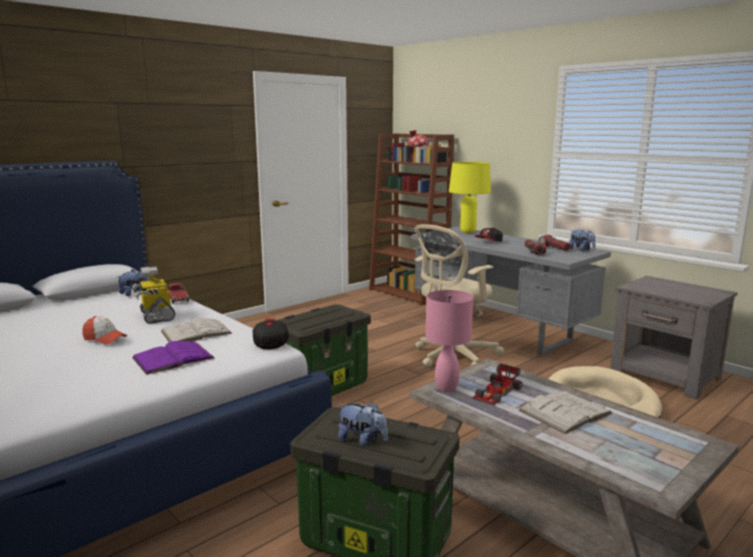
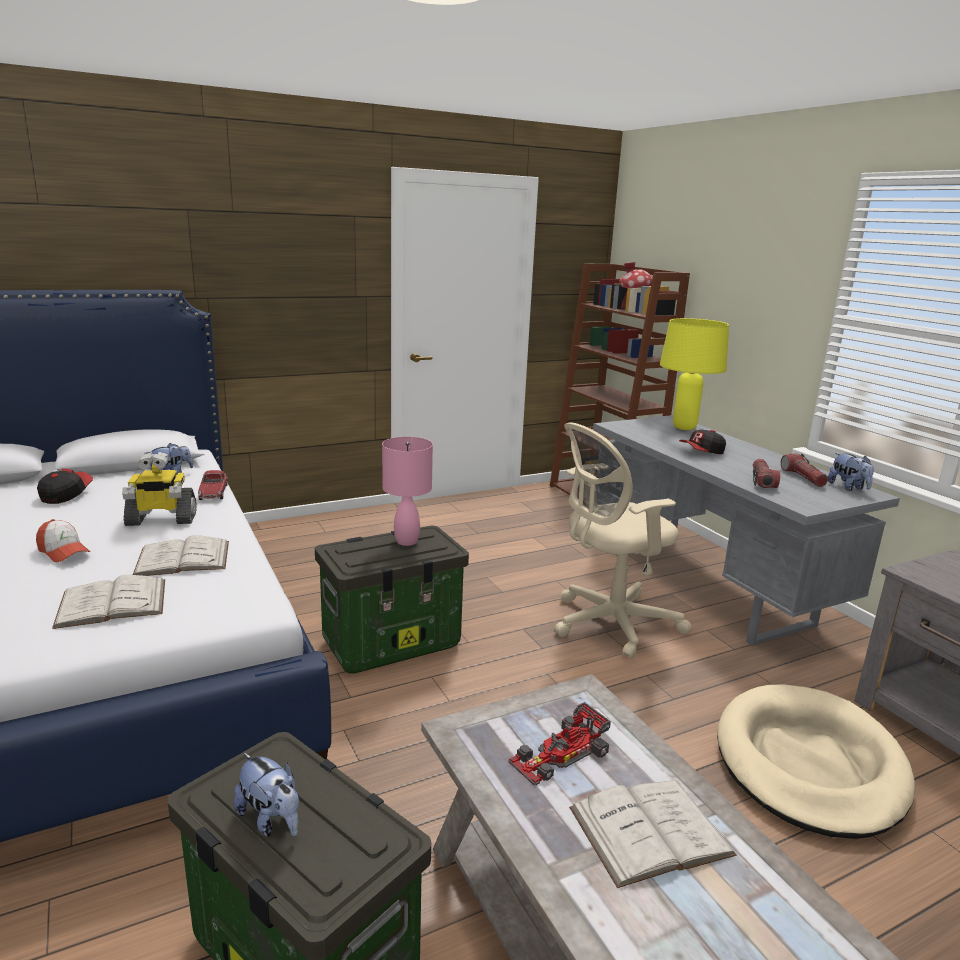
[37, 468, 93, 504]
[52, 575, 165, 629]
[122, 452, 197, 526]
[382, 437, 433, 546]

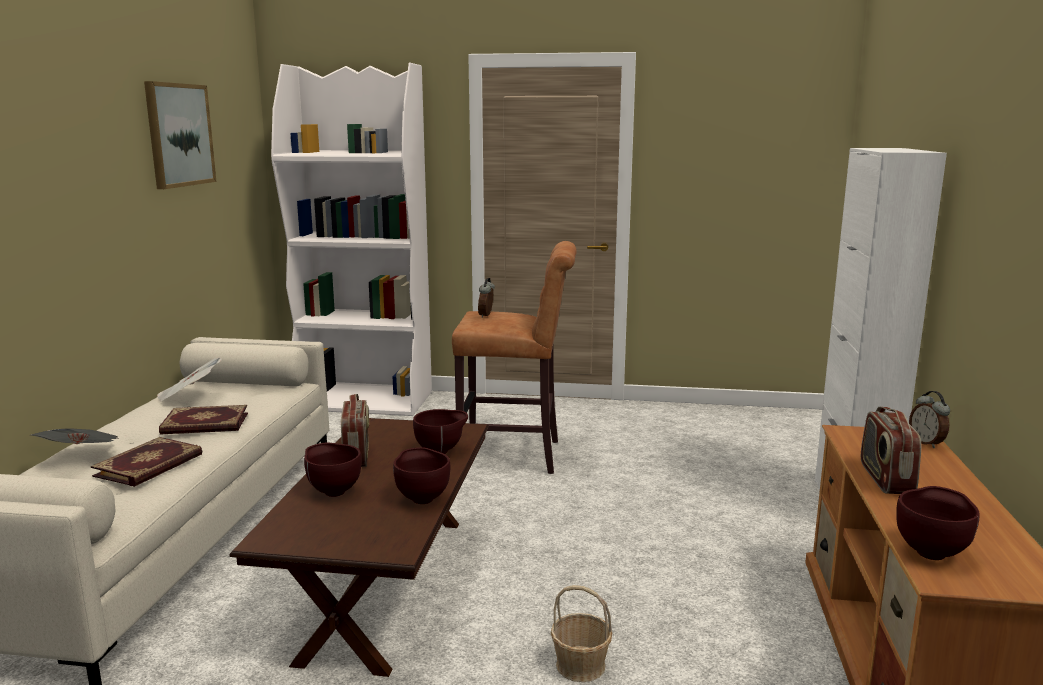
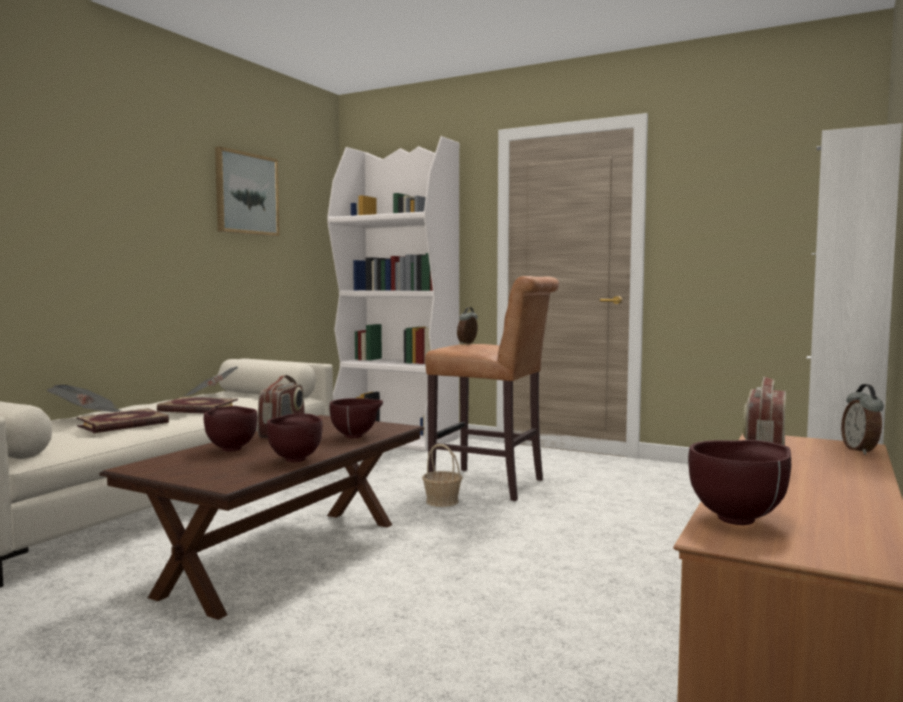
[422, 444, 463, 507]

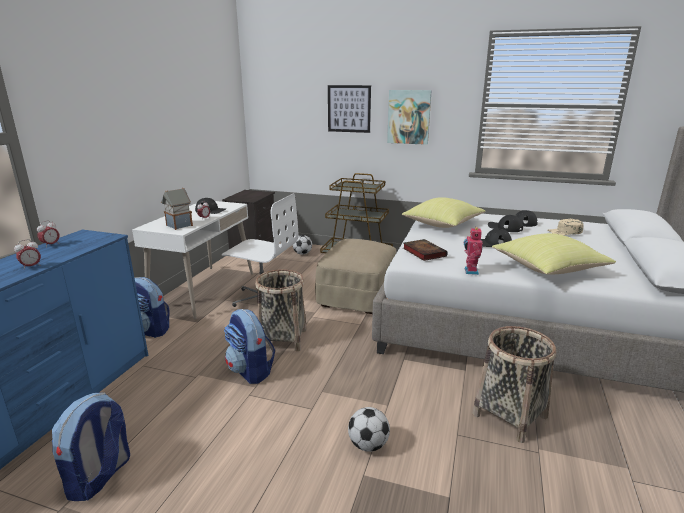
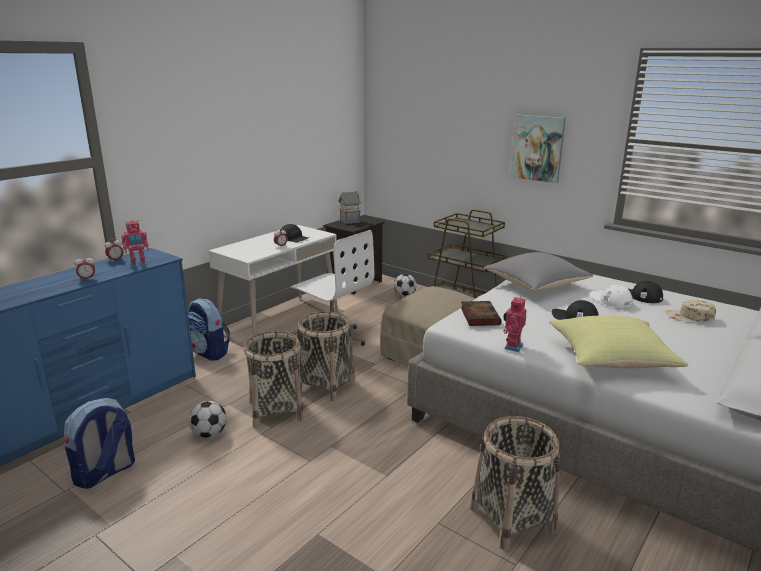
[121, 220, 149, 269]
[189, 401, 226, 438]
[244, 331, 304, 428]
[339, 191, 361, 224]
[484, 252, 593, 290]
[590, 285, 633, 308]
[328, 85, 371, 133] (first image)

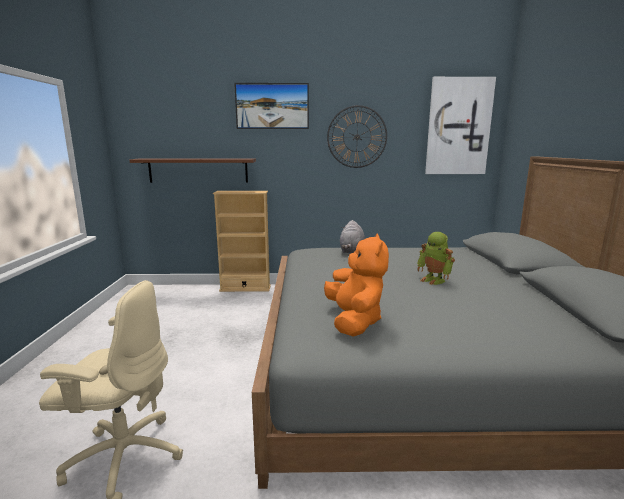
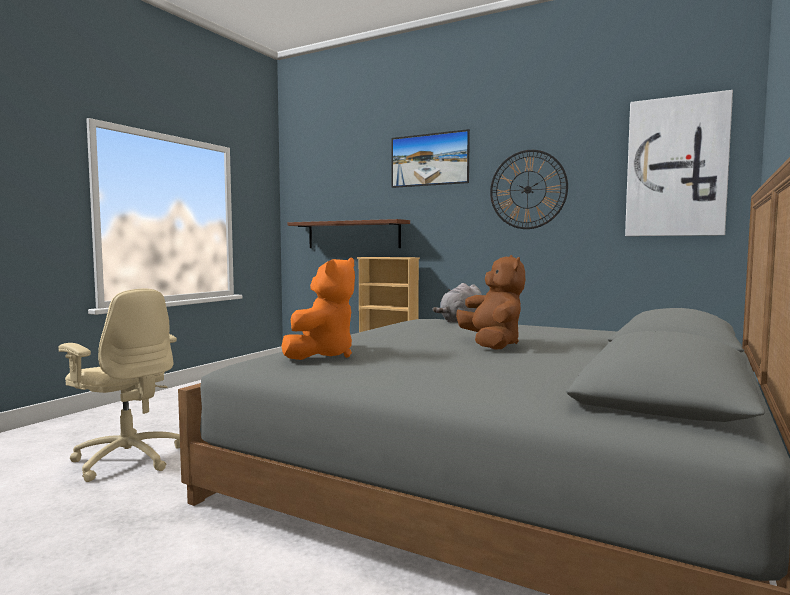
[456, 255, 525, 350]

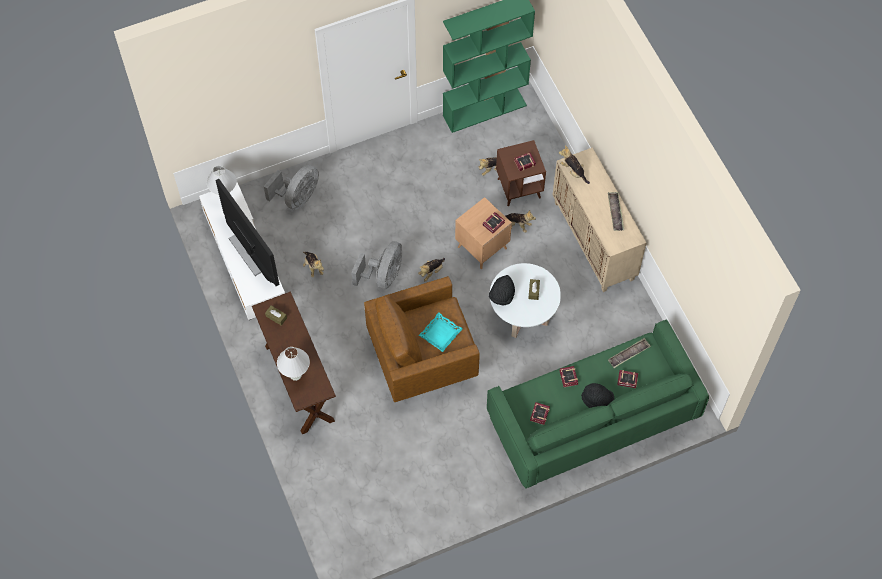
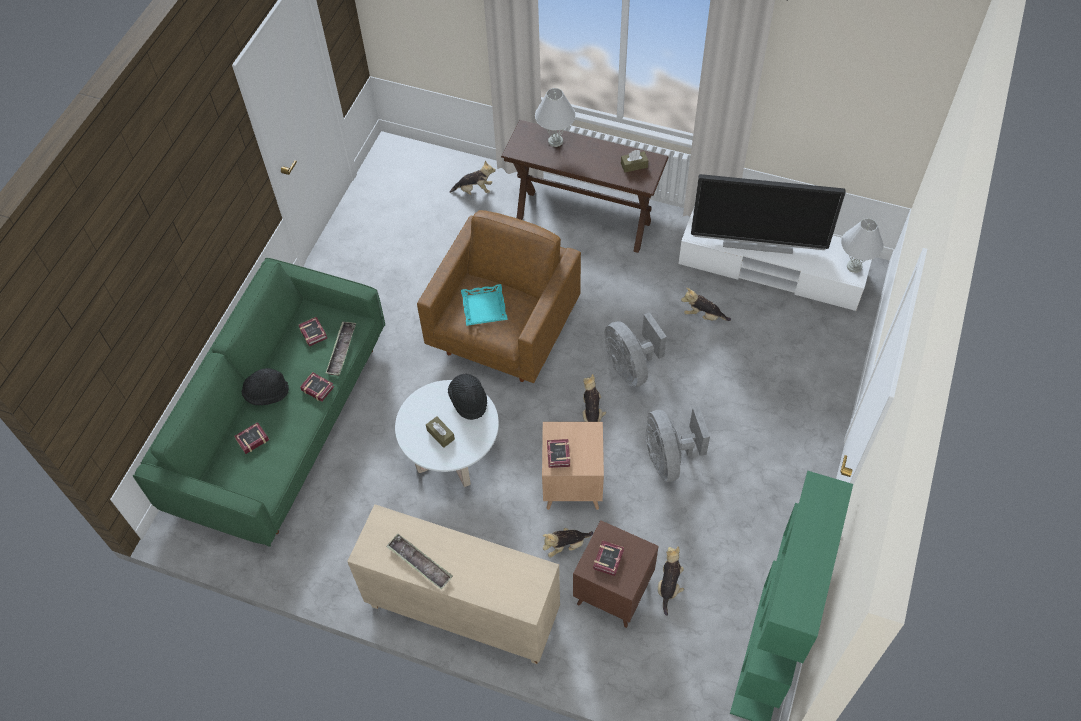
[326, 321, 356, 376]
[450, 160, 496, 195]
[646, 406, 710, 482]

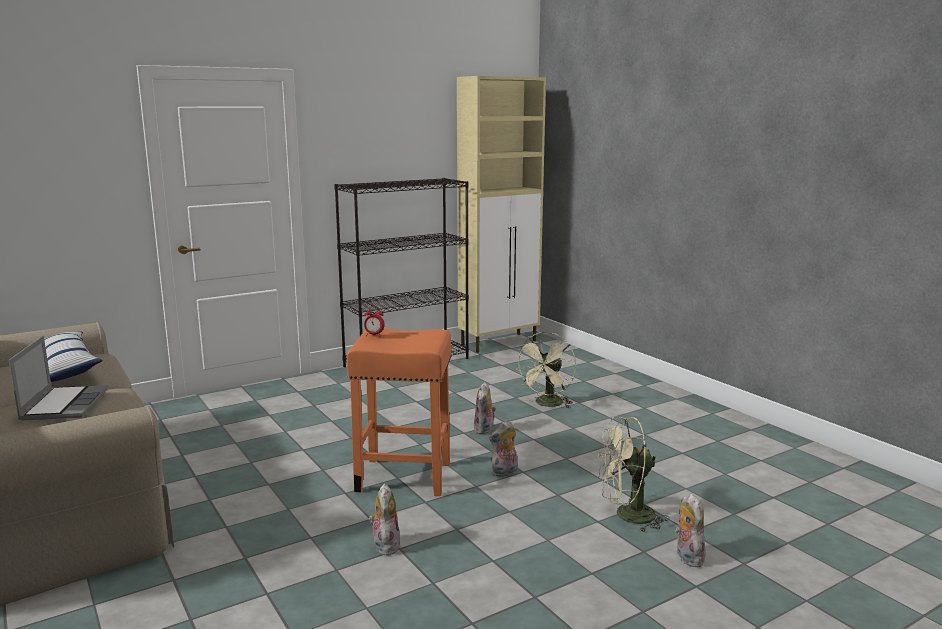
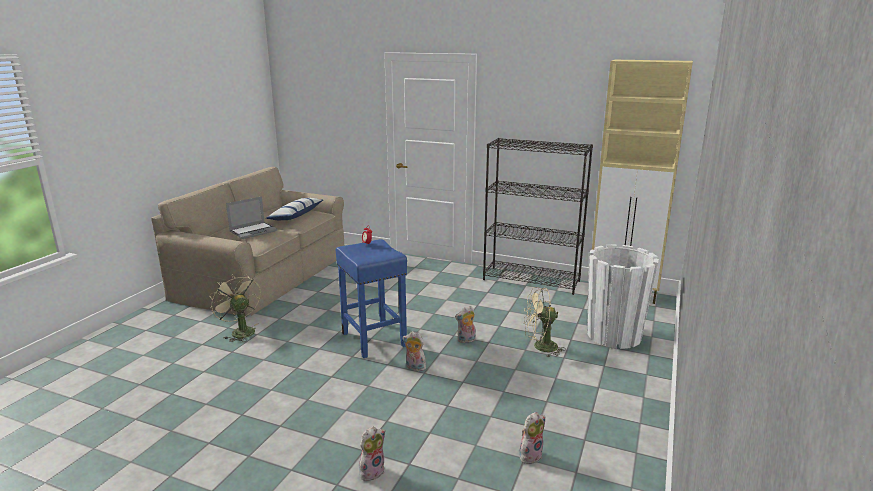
[209, 274, 261, 342]
[336, 239, 407, 358]
[519, 412, 545, 464]
[587, 244, 659, 349]

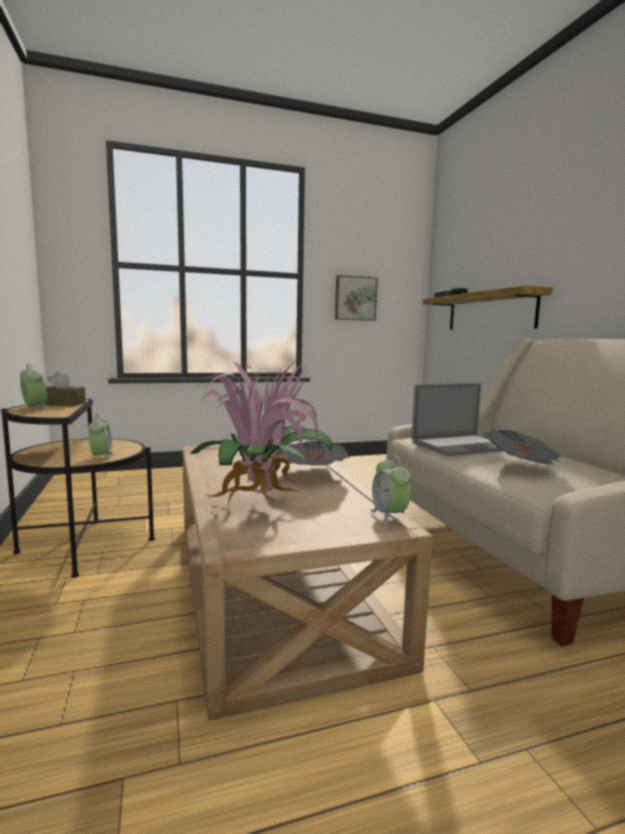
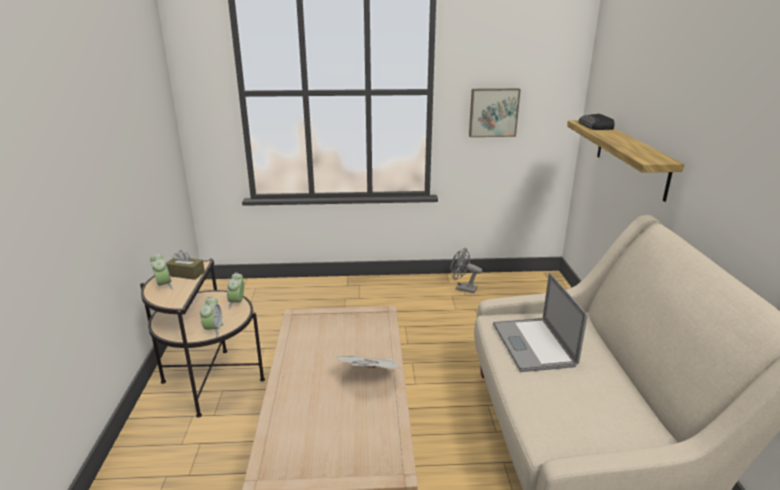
[227, 272, 244, 309]
[450, 248, 482, 293]
[493, 273, 587, 372]
[190, 358, 332, 508] (first image)
[482, 430, 560, 465] (first image)

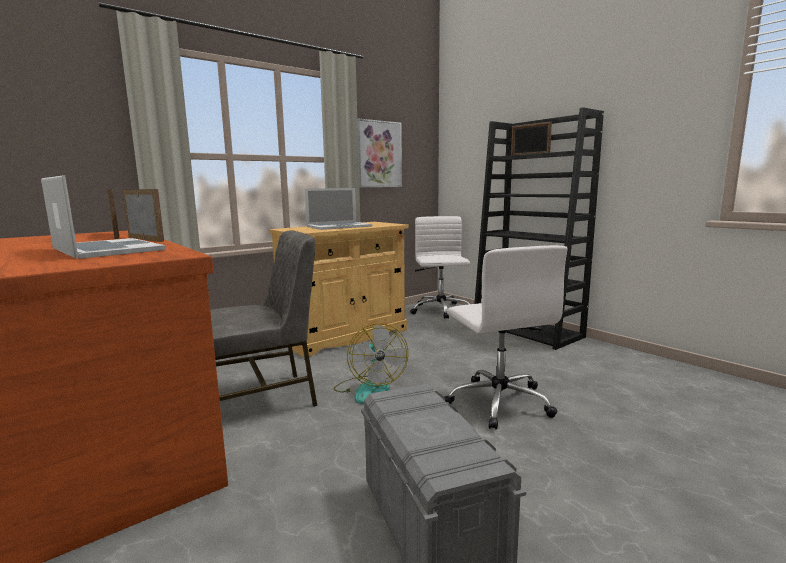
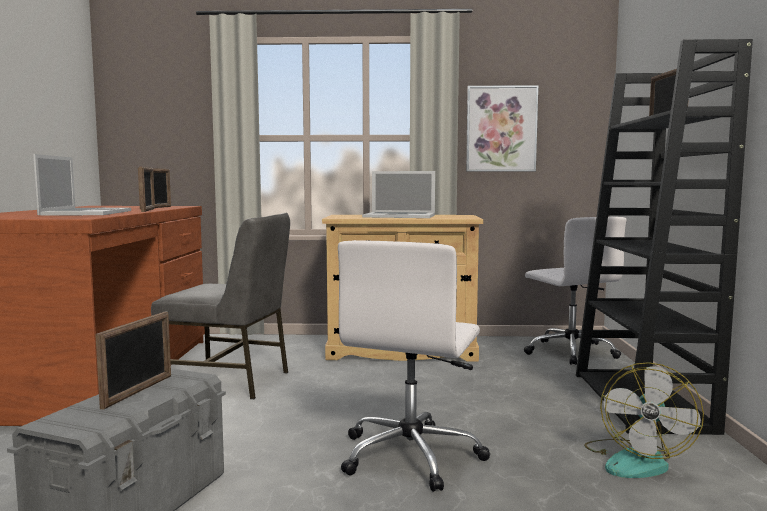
[95, 312, 171, 410]
[524, 217, 627, 365]
[584, 362, 704, 478]

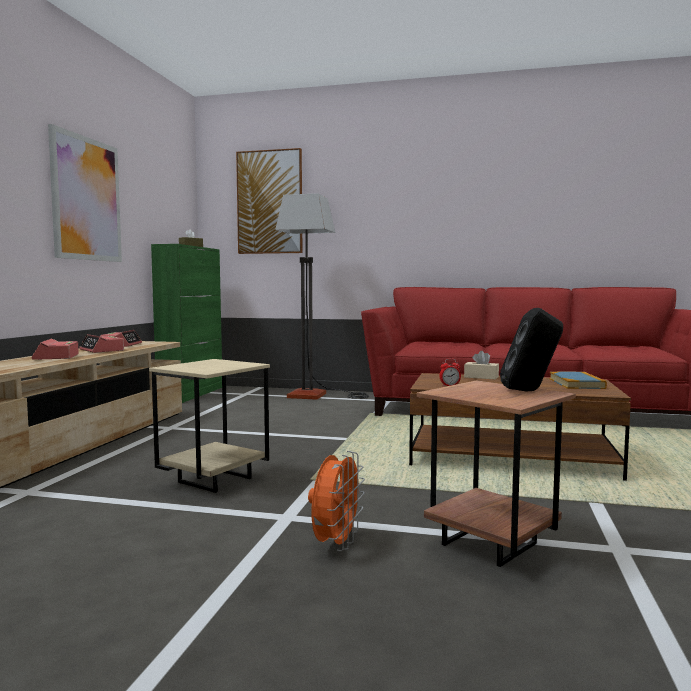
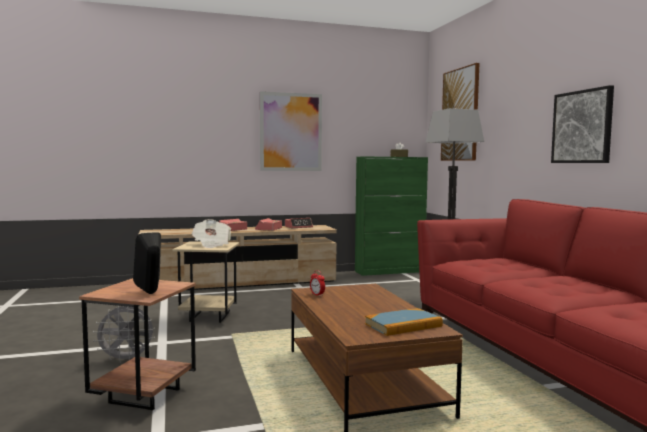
[93, 306, 155, 363]
[191, 219, 231, 248]
[551, 85, 614, 163]
[464, 351, 499, 380] (first image)

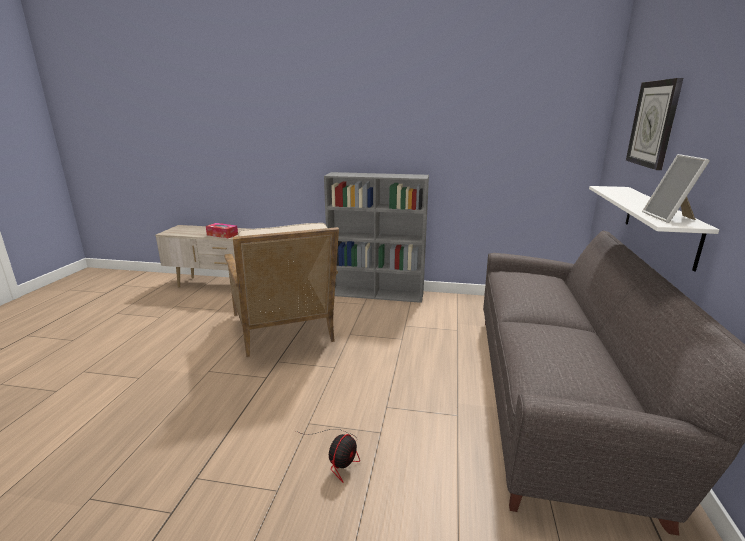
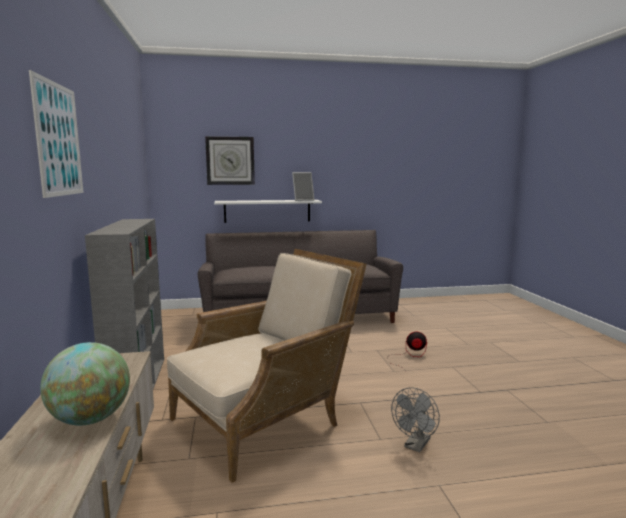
[29, 70, 84, 198]
[40, 342, 130, 425]
[391, 387, 440, 452]

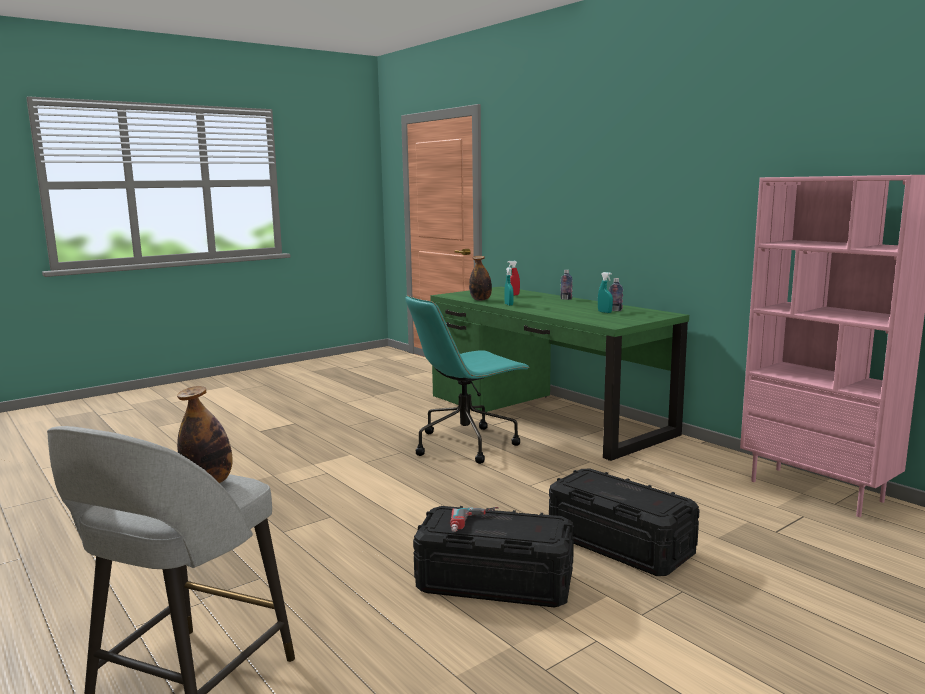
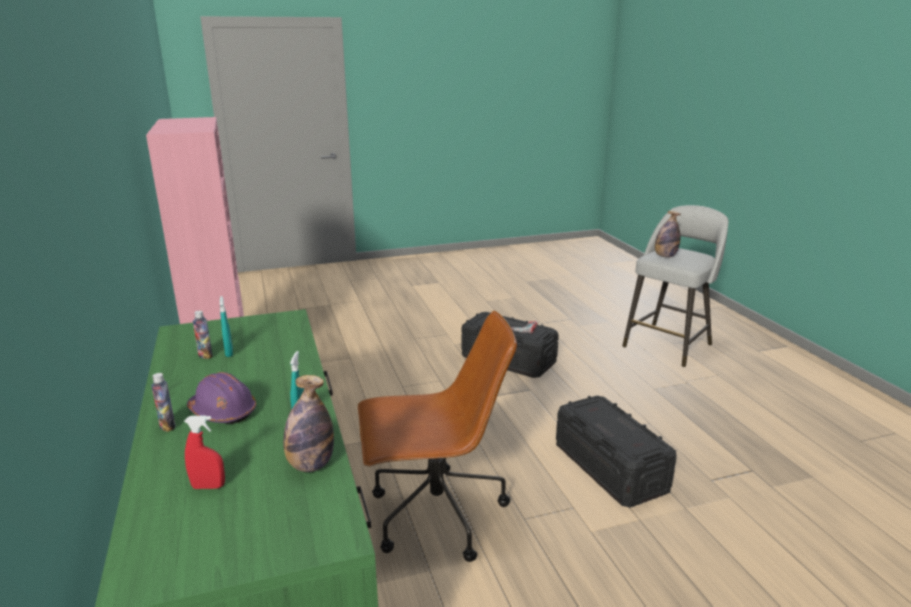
[187, 372, 256, 424]
[358, 311, 517, 562]
[556, 396, 677, 508]

